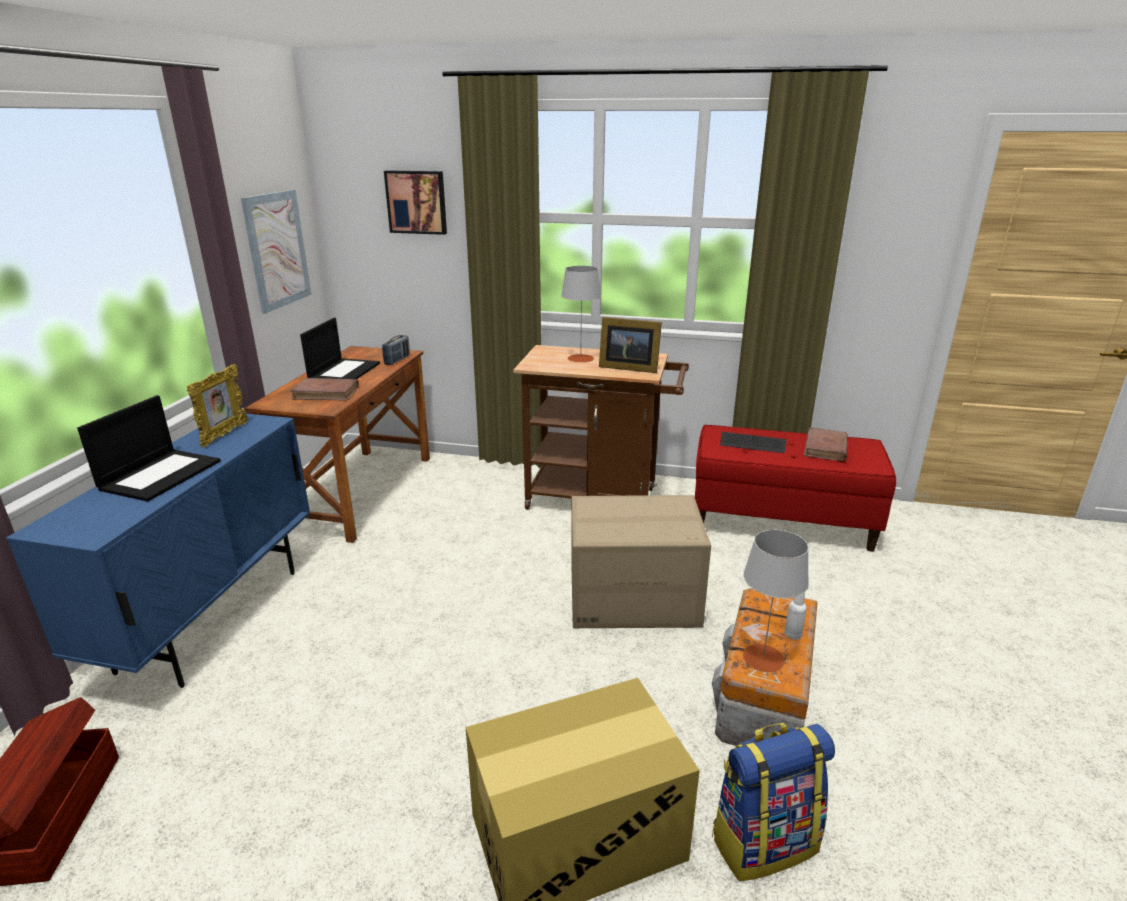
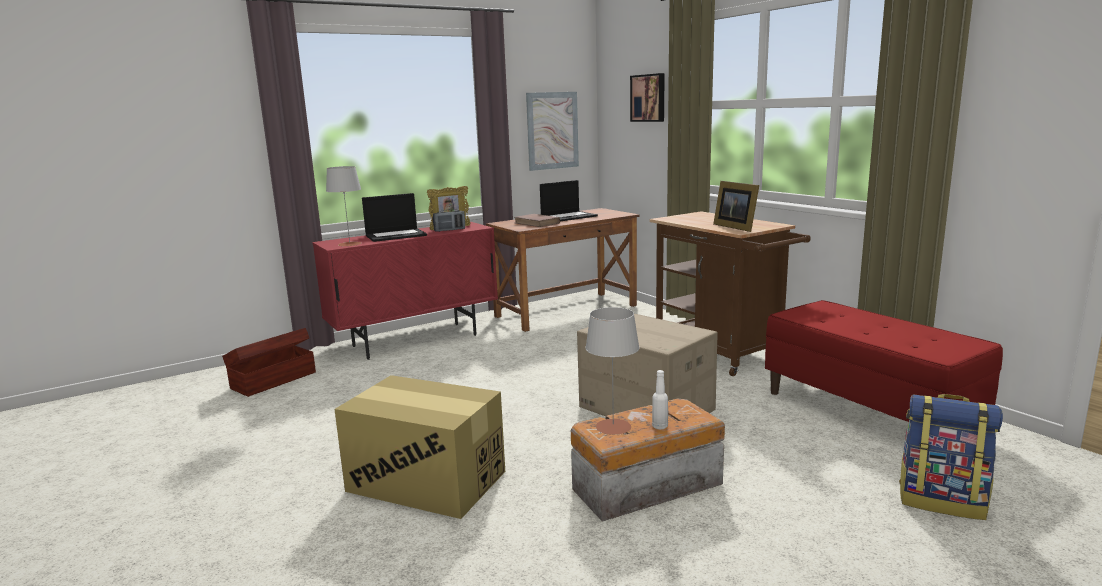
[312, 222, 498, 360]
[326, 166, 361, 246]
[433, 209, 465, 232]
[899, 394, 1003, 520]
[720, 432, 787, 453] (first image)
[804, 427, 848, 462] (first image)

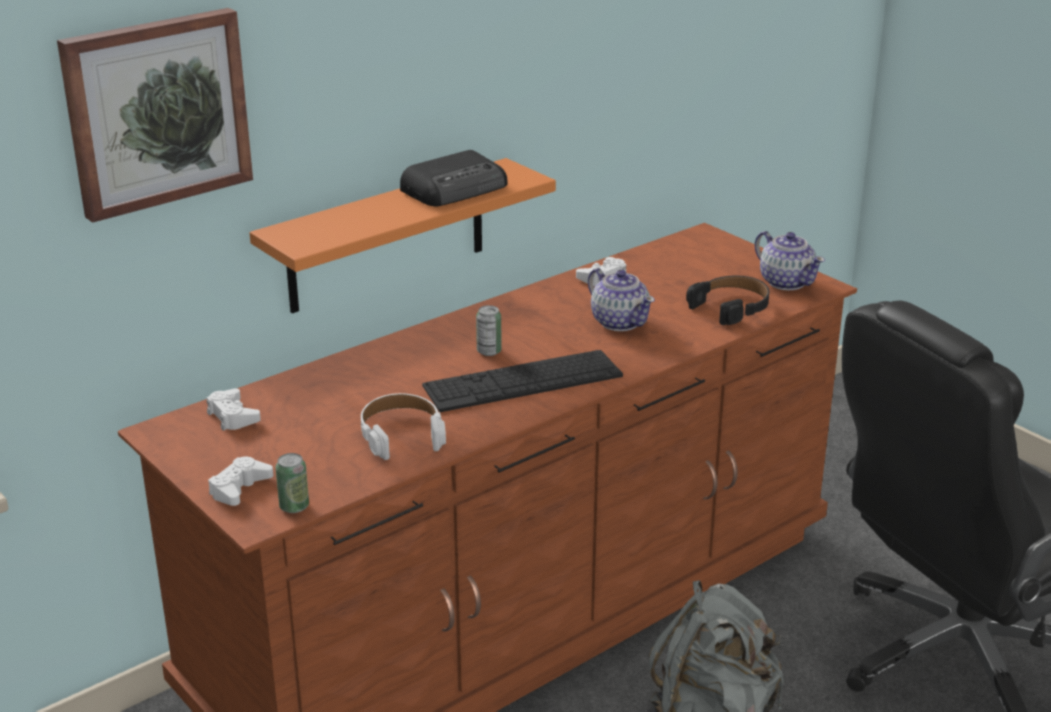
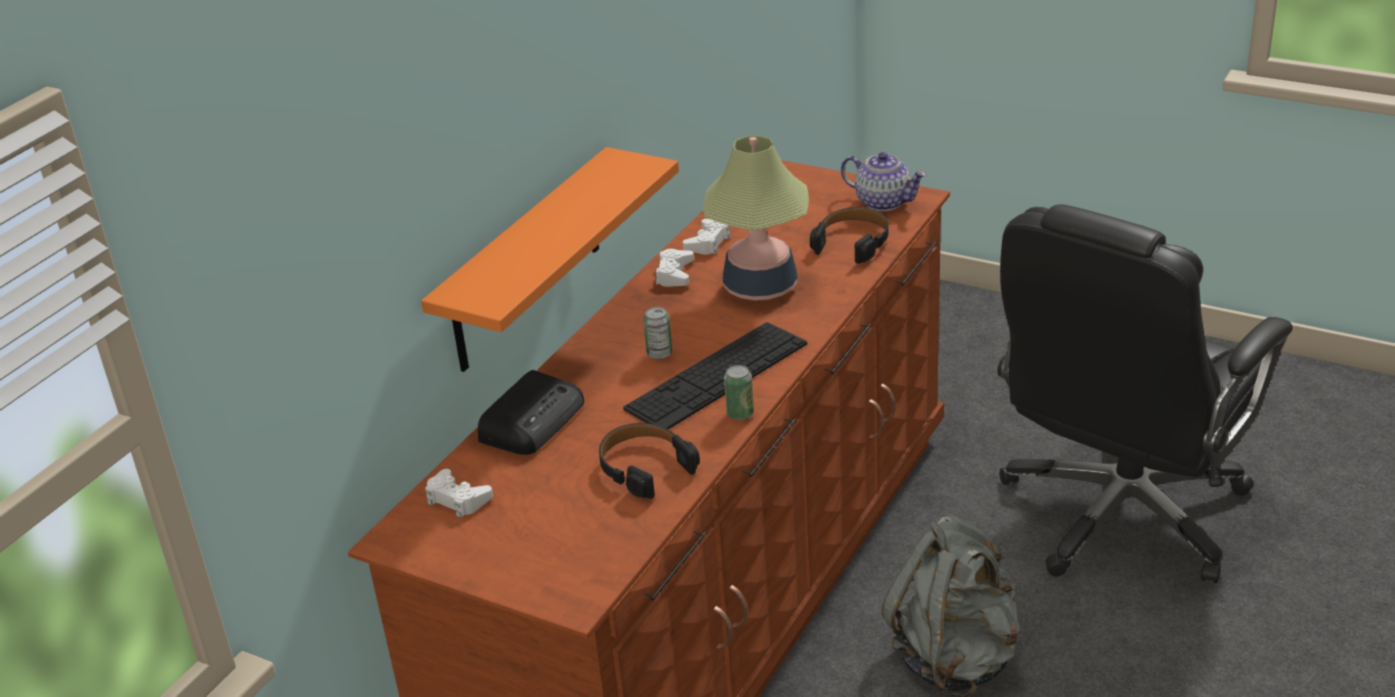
[477, 370, 584, 455]
[599, 423, 700, 499]
[655, 249, 694, 287]
[703, 135, 809, 300]
[724, 365, 754, 420]
[57, 8, 253, 223] (first image)

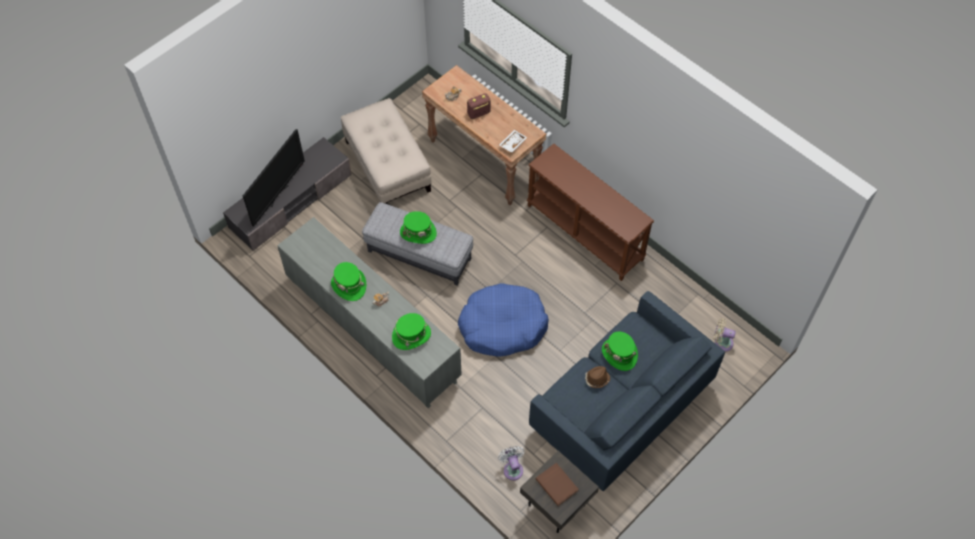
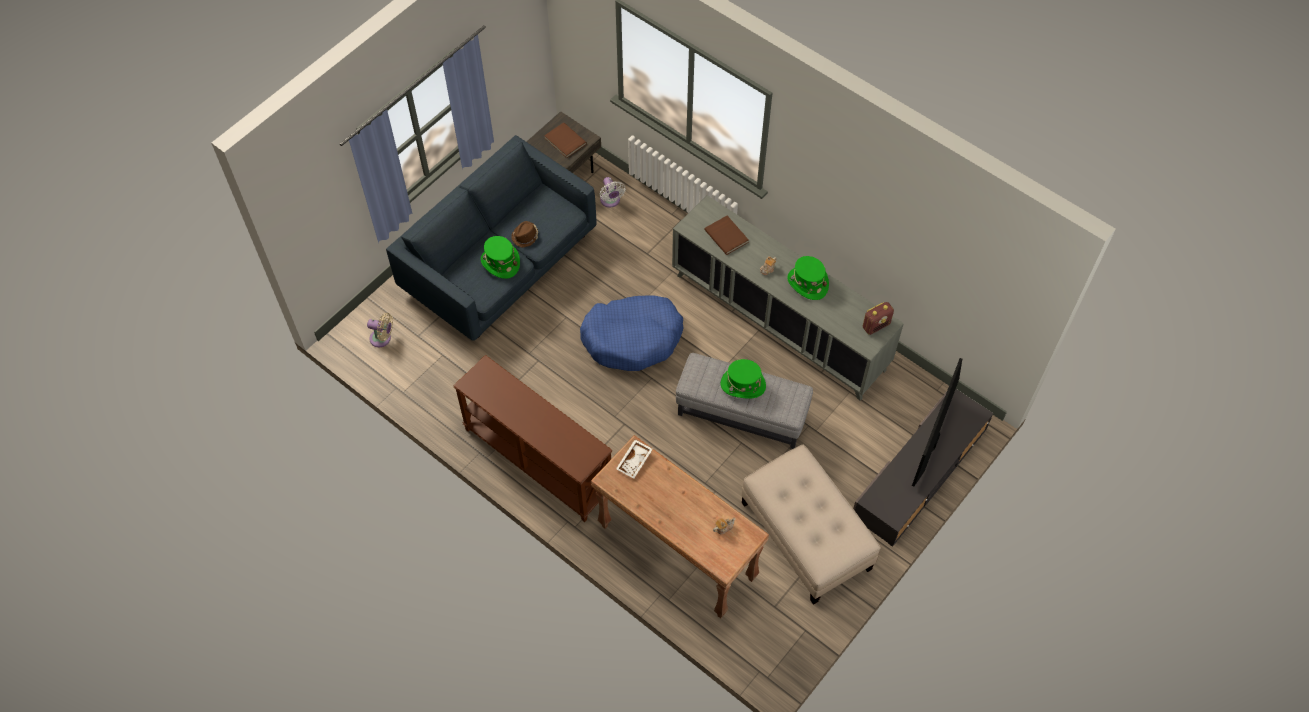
[704, 216, 749, 255]
[863, 302, 894, 335]

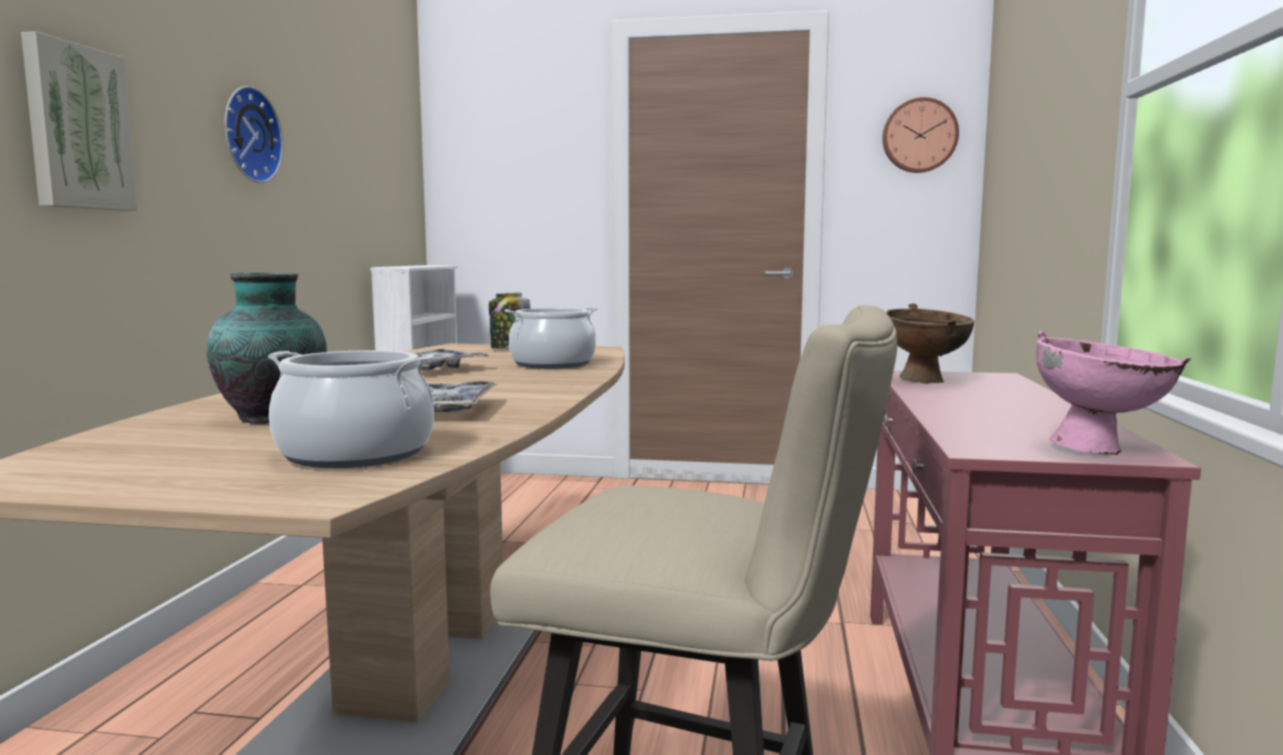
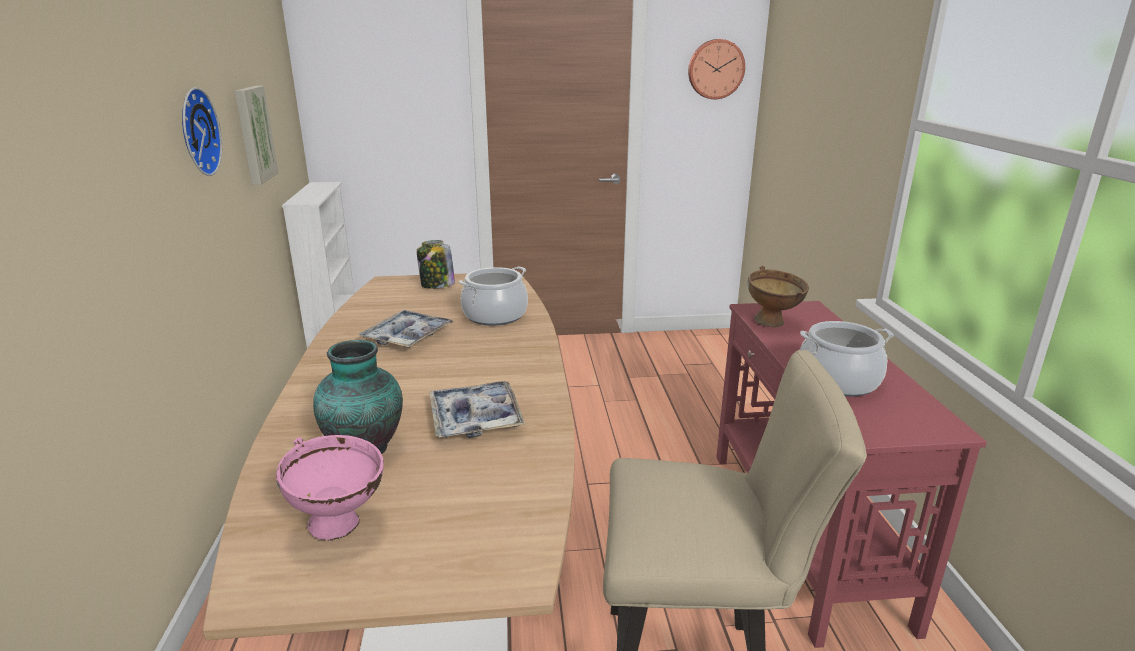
[235, 86, 279, 185]
[276, 435, 384, 540]
[800, 321, 894, 397]

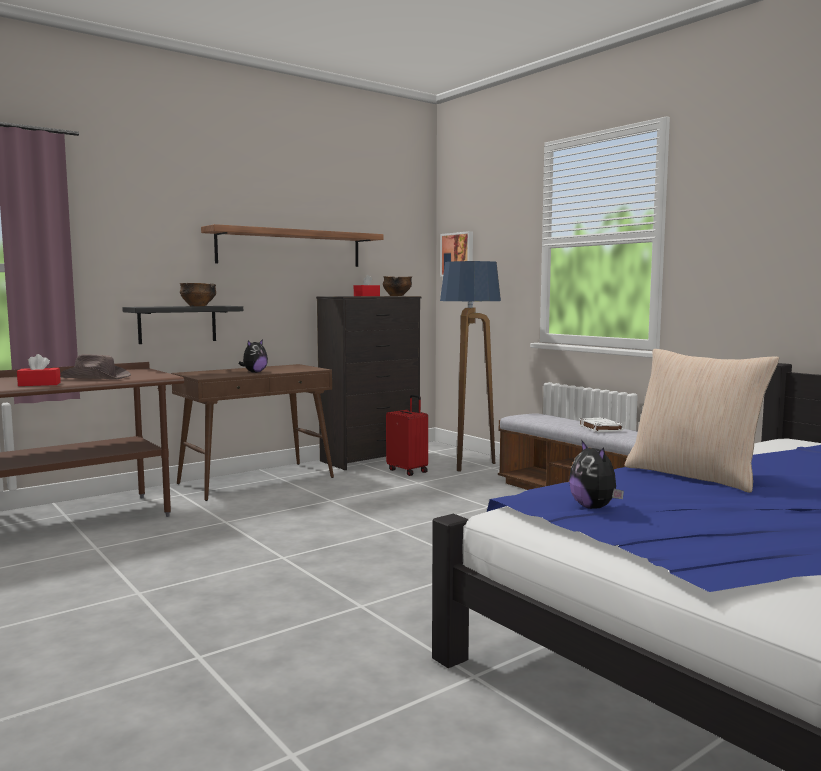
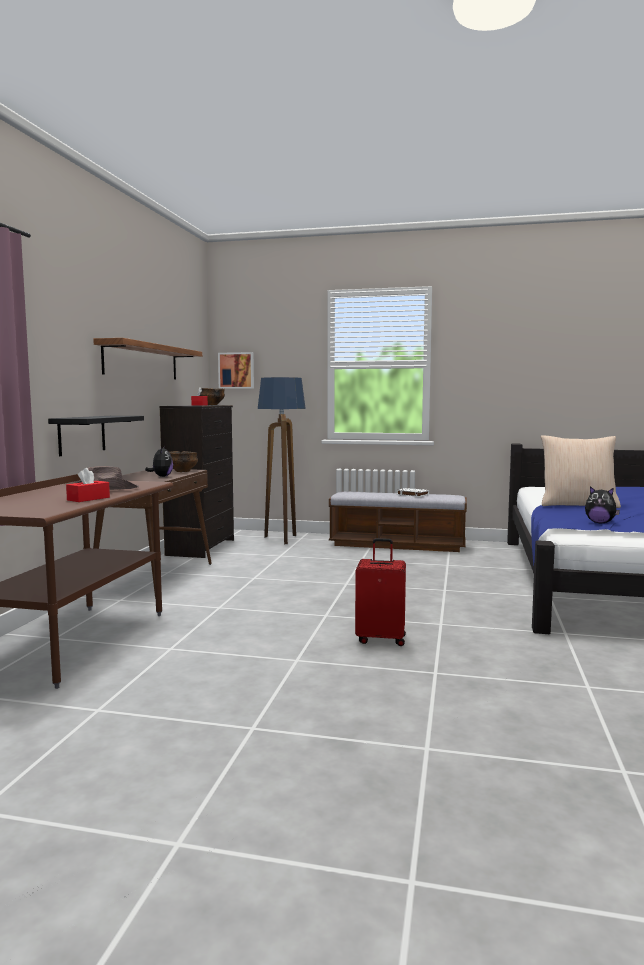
[169, 451, 198, 472]
[355, 538, 406, 646]

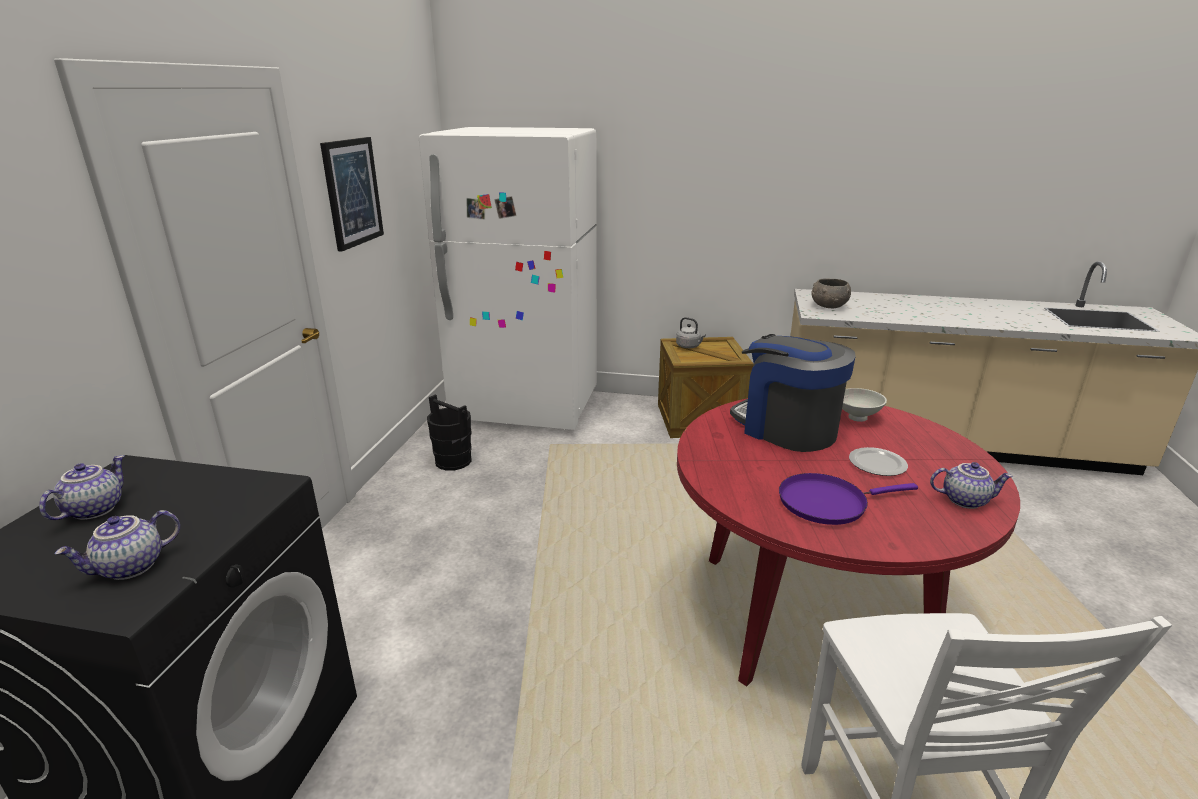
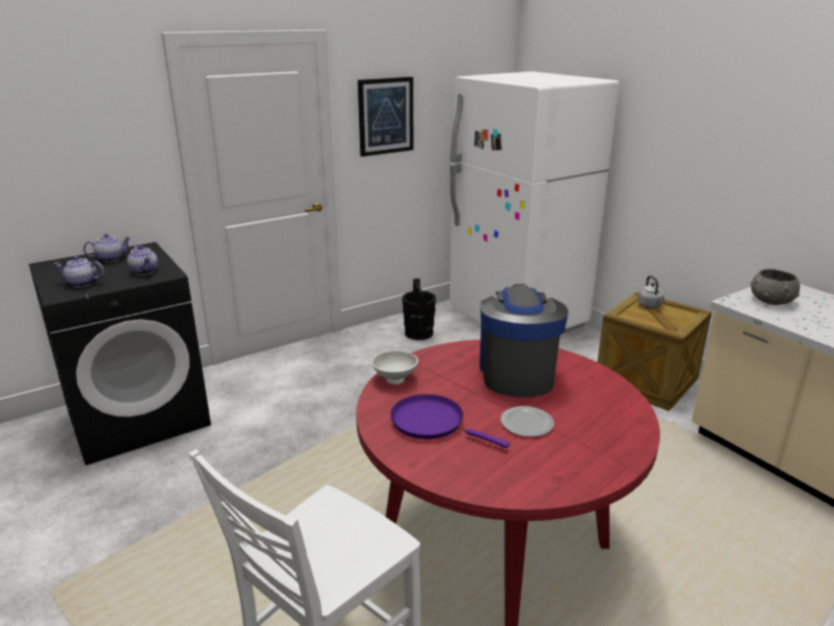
[127, 245, 158, 275]
[372, 351, 418, 384]

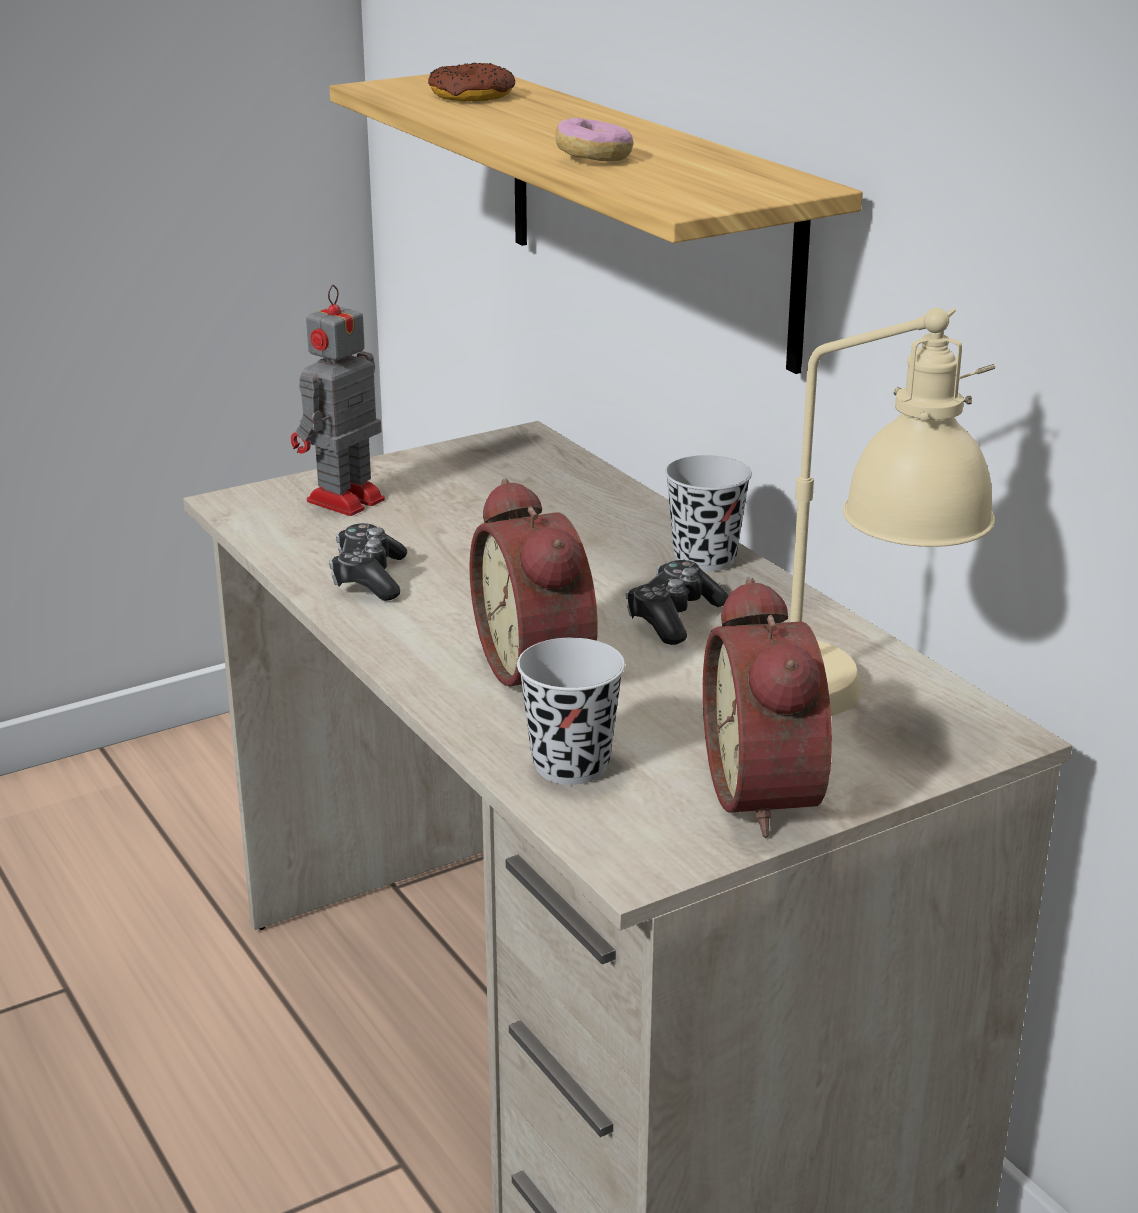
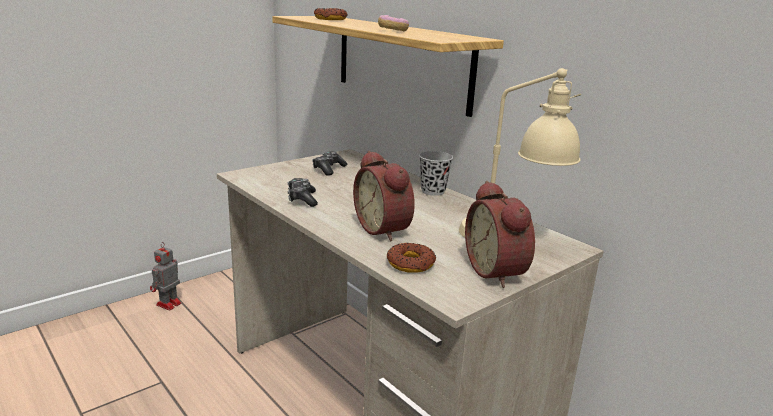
[150, 242, 182, 310]
[312, 151, 347, 176]
[387, 243, 436, 273]

